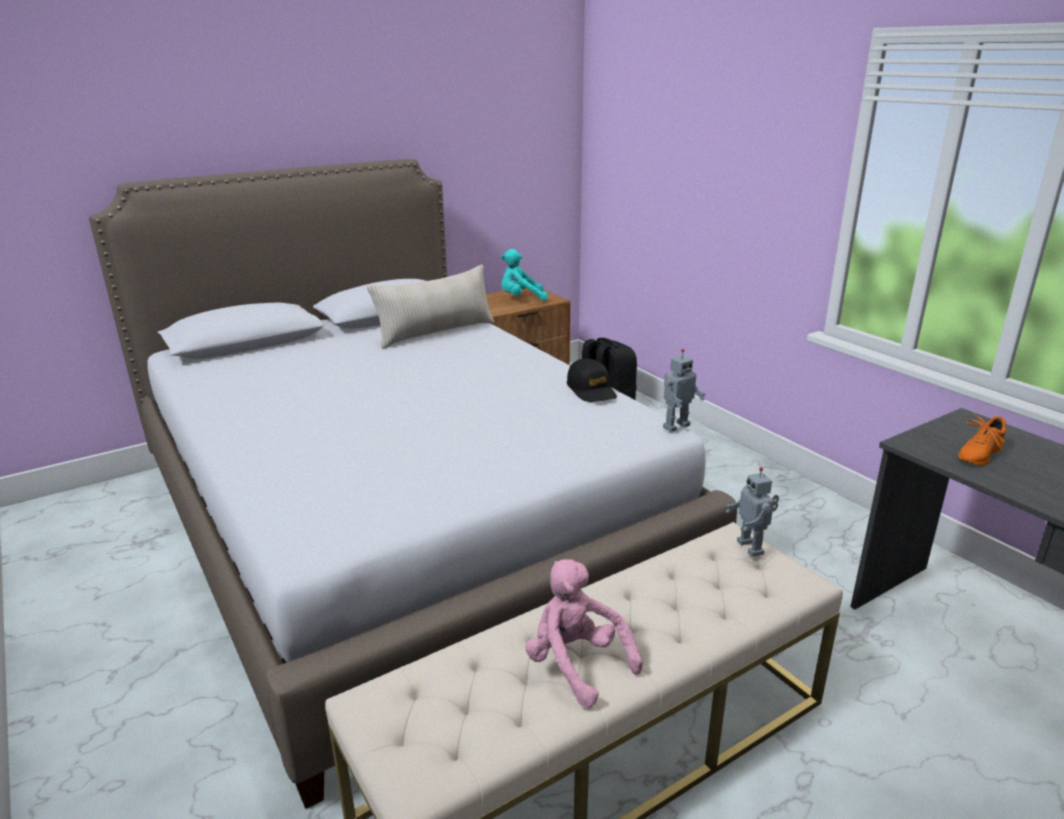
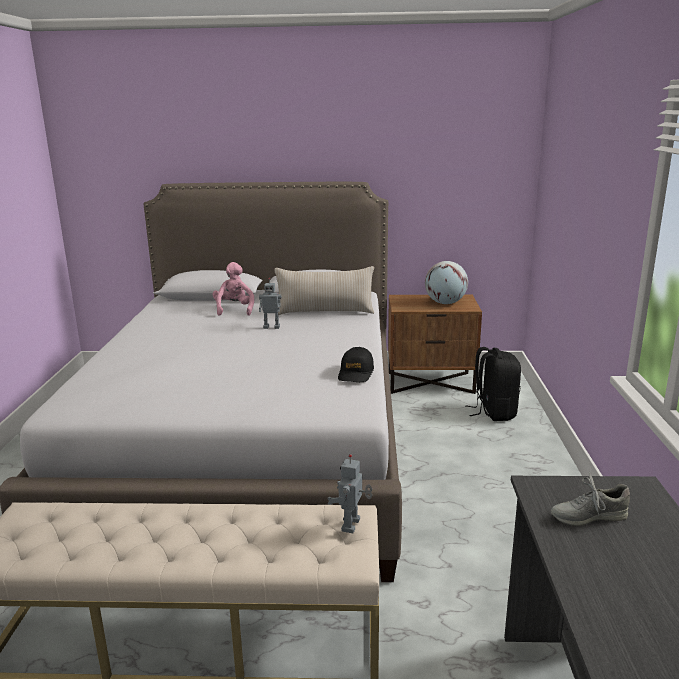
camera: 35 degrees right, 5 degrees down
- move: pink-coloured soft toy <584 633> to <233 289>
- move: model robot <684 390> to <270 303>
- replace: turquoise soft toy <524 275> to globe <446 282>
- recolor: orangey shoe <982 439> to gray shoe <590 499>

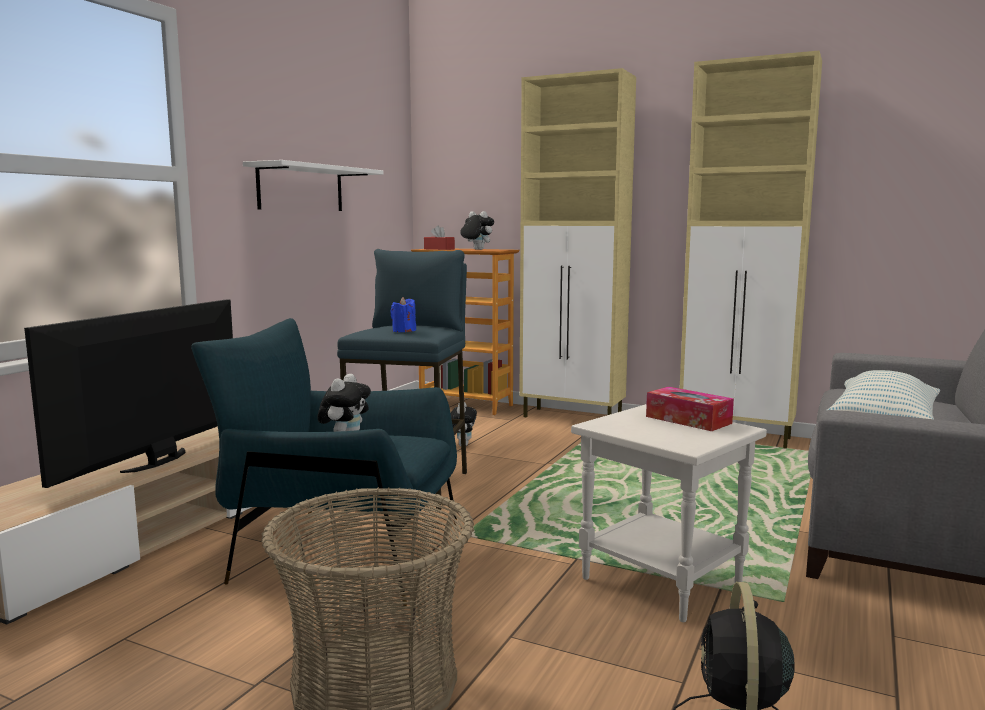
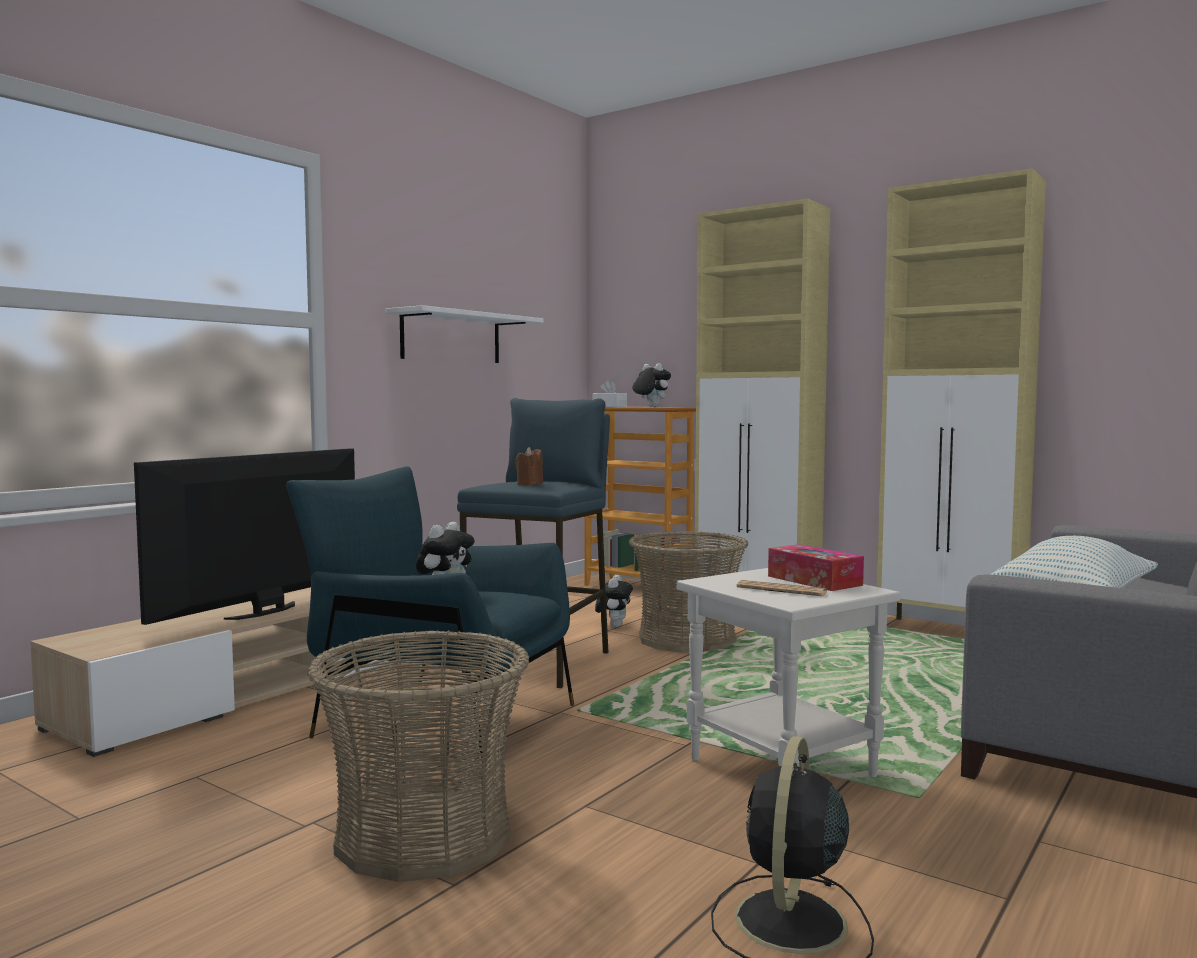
camera: 10 degrees right, 5 degrees down
- recolor: bluish wax candle <403 314> to brown wax candle <529 466>
- recolor: reddish tissue box <439 237> to white tissue box <610 393>
- insert: household basket <688 592>
- insert: newspaper <782 588>

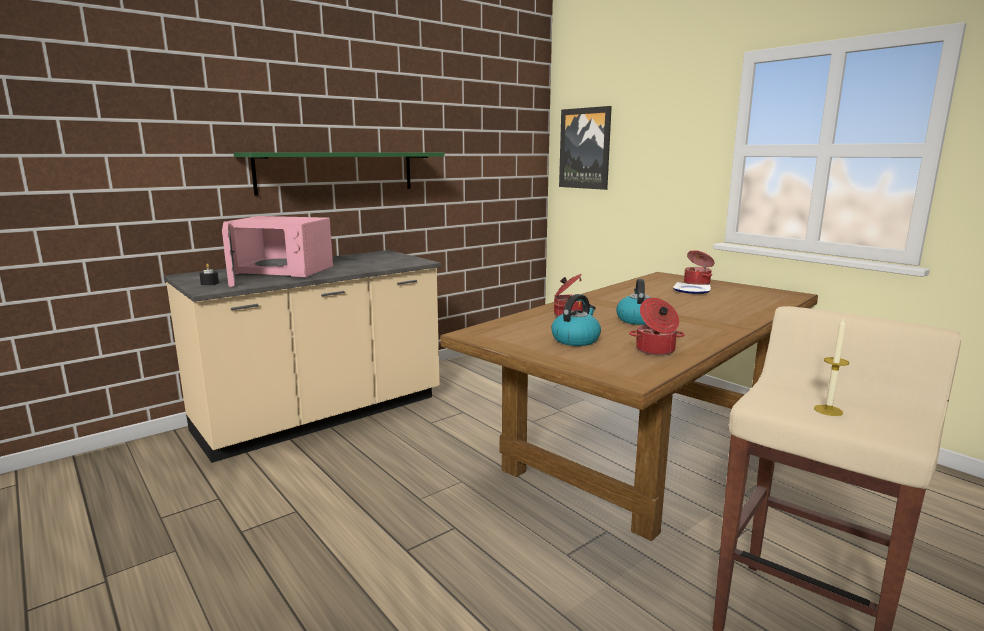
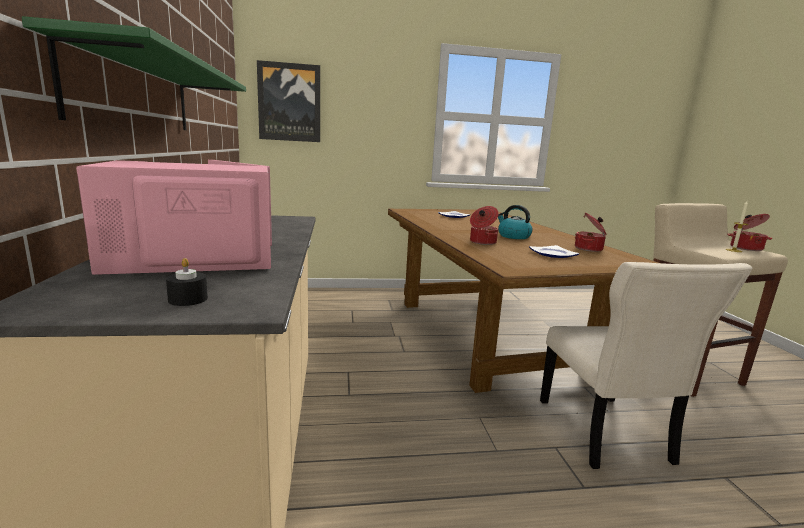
camera: 60 degrees left, 0 degrees up
- rotate: pink-coloured kitchen microwave <277 251> = <174 217> 150 degrees counterclockwise
- replace: tea kettle <576 320> to plate <554 251>
- insert: sand-coloured chair <646 365>
- move: cooking pot <699 267> to <749 232>

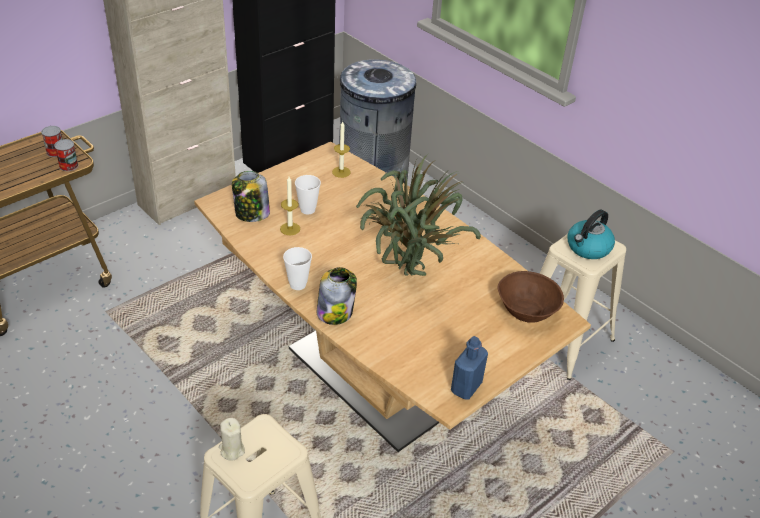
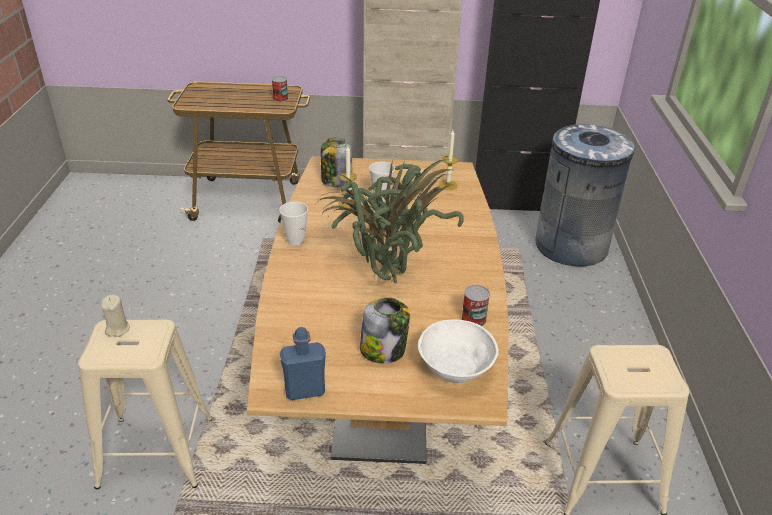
camera: 45 degrees right, 5 degrees down
- move: jar <337 296> to <385 330>
- recolor: brown serving bowl <531 297> to white serving bowl <458 351>
- move: metal can <66 155> to <475 305>
- delete: tea kettle <591 234>

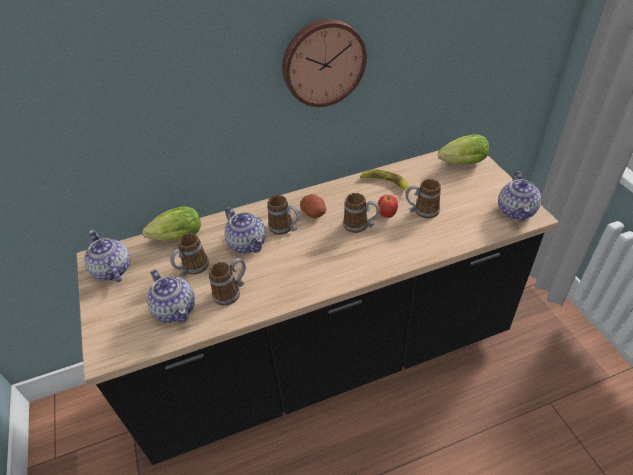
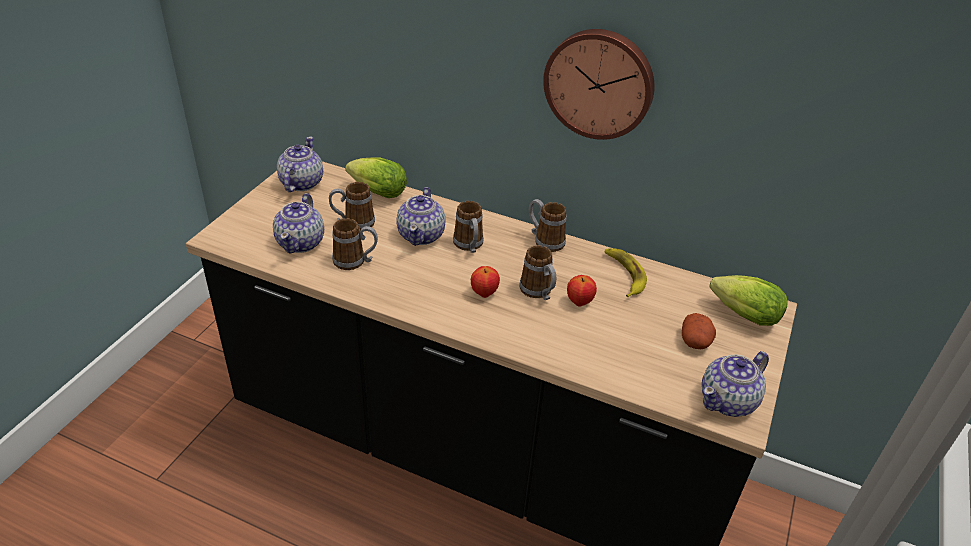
camera: 40 degrees right, 5 degrees down
- insert: apple fruit <485 282>
- move: coffee mug <423 199> to <548 225>
- move: whole potato <313 206> to <699 331>

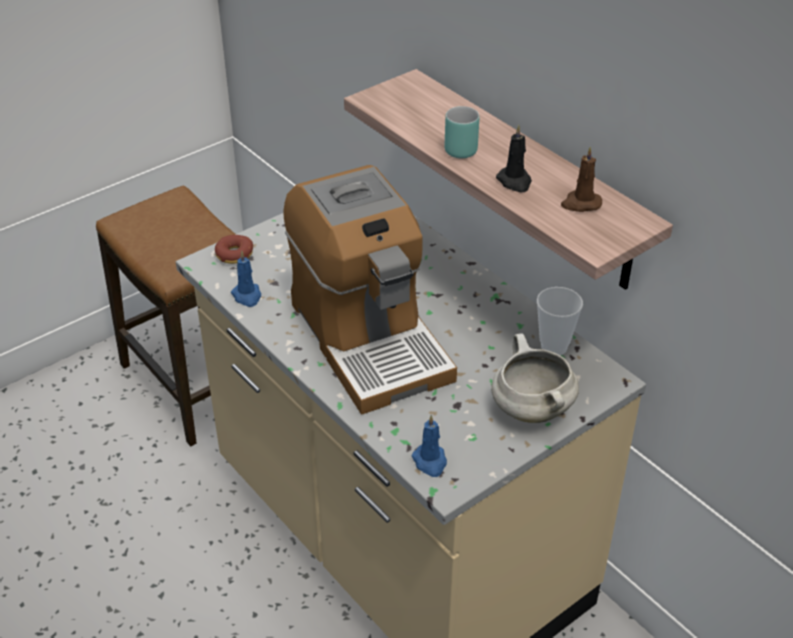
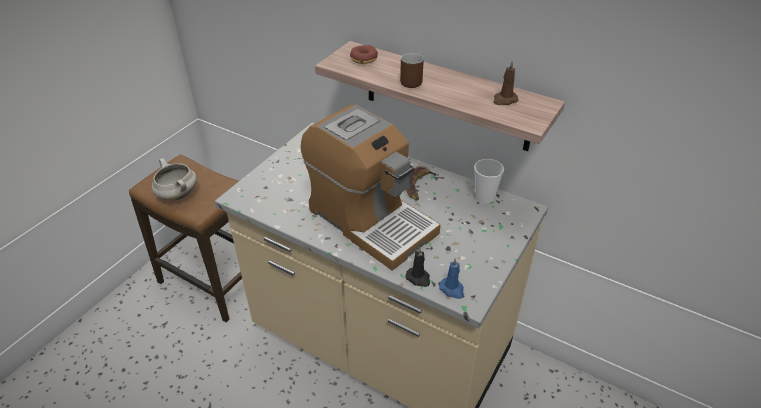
camera: 20 degrees left, 0 degrees up
- move: white cooking pot <535 378> to <174 179>
- move: ring doughnut <234 249> to <364 54>
- recolor: turquoise coffee mug <461 132> to brown coffee mug <412 70>
- move: black-coloured wax candle <514 159> to <417 267>
- insert: banana <422 183>
- delete: bluish wax candle <246 279>

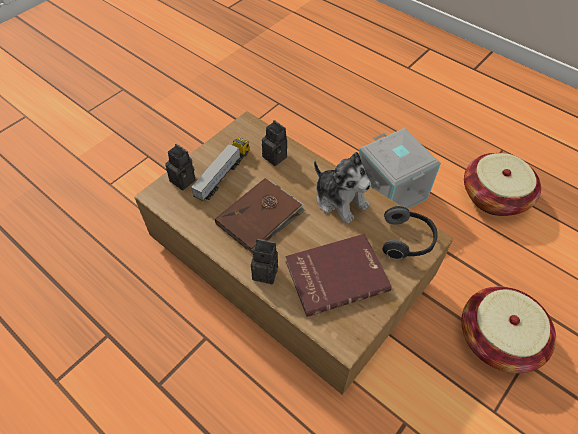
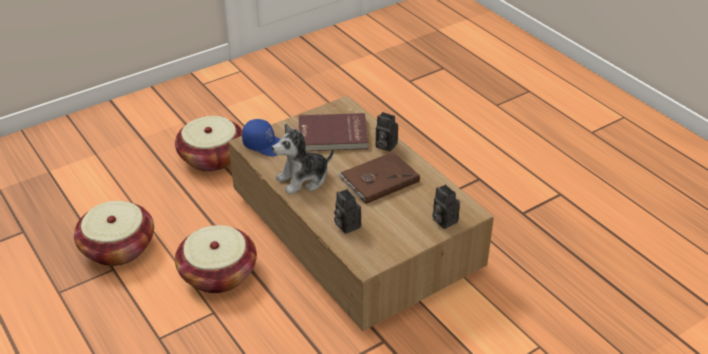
camera: 165 degrees left, 15 degrees down
- replace: gray storage bin <400 168> to household basket <216 259>
- replace: headset <410 232> to bluish baseball cap <261 137>
- rotate: soft toy <342 188> = <303 158> 90 degrees counterclockwise
- delete: model truck <220 169>

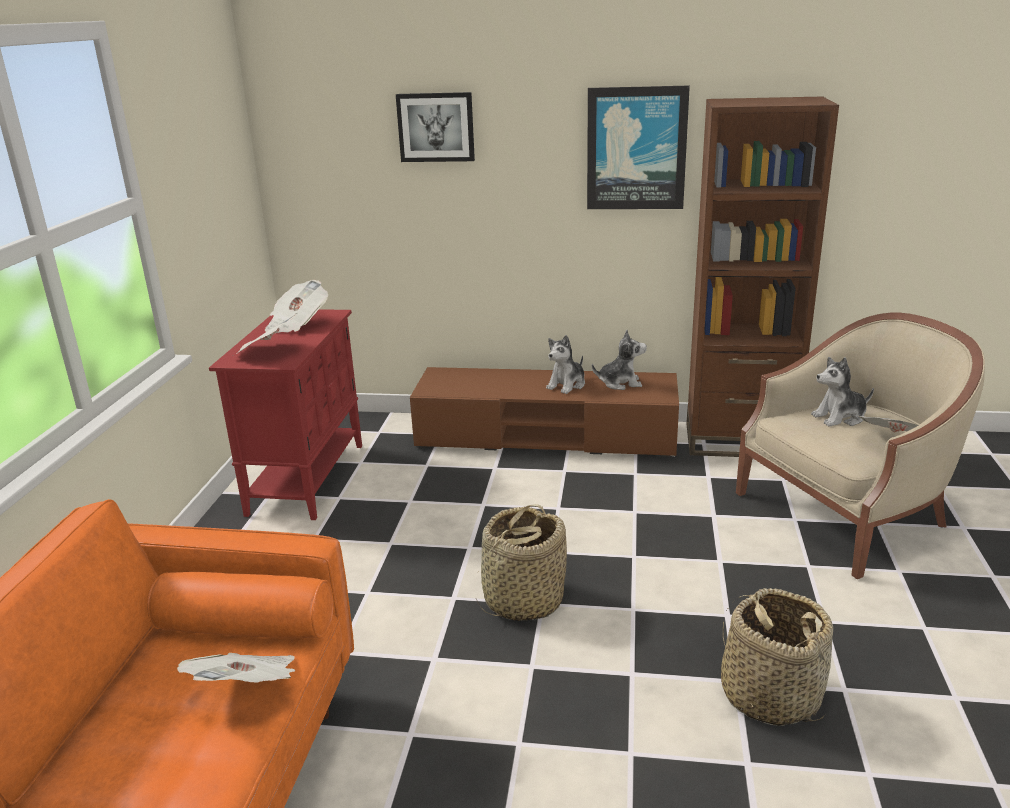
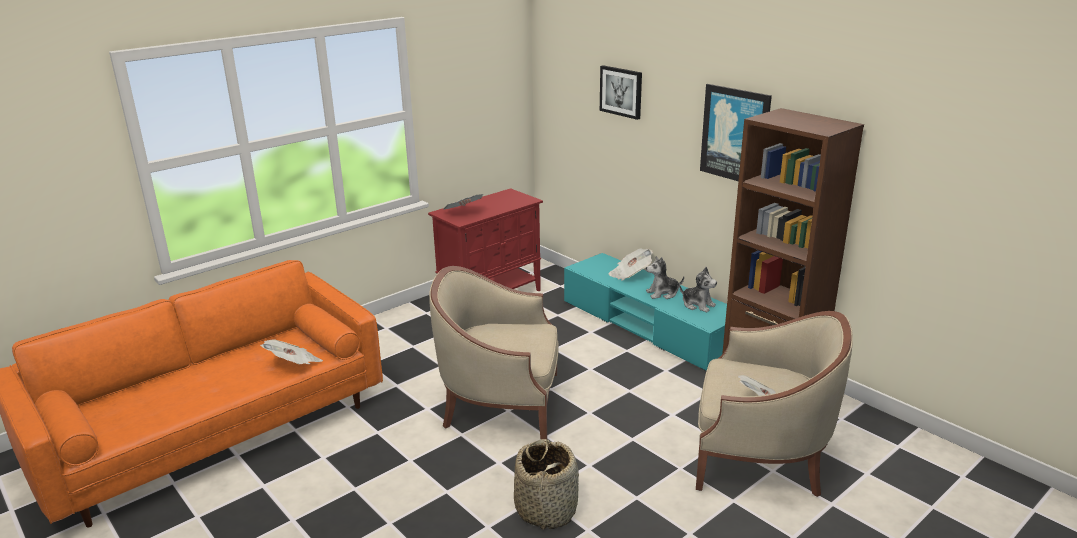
camera: 40 degrees right, 0 degrees up
- replace: household basket <521 562> to sand-coloured armchair <494 354>
- recolor: brown tv unit <544 412> to turquoise tv unit <645 312>
- move: newspaper <296 306> to <631 264>
- delete: soft toy <842 392>

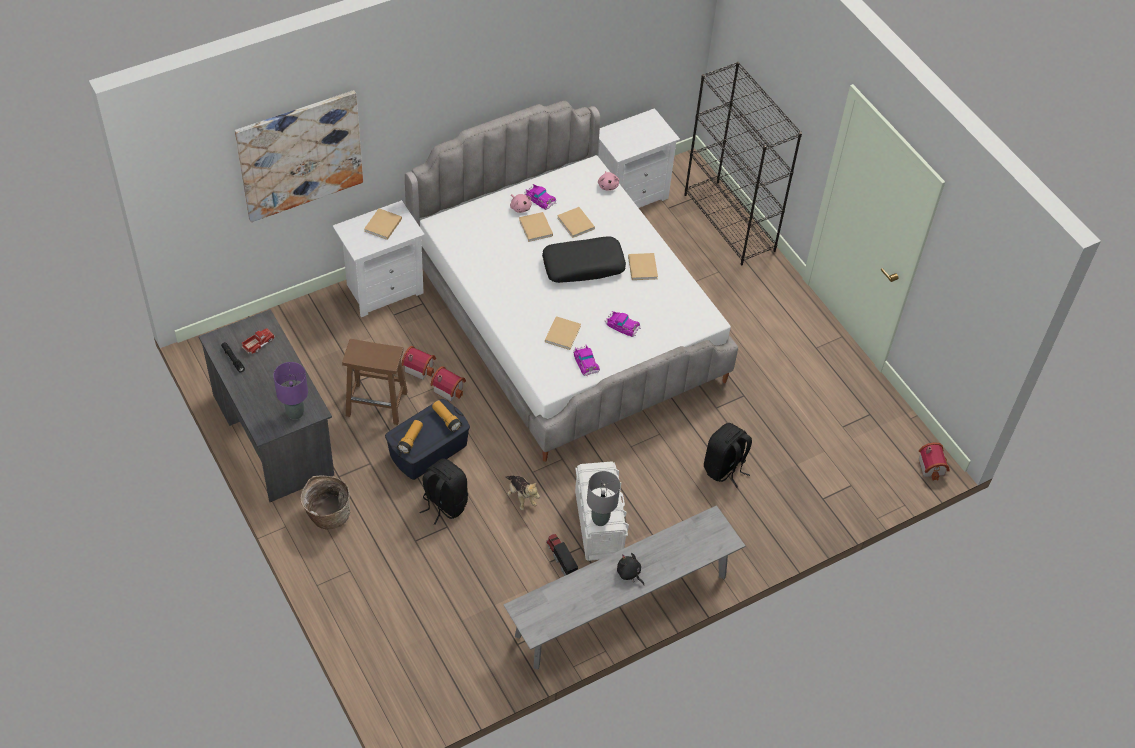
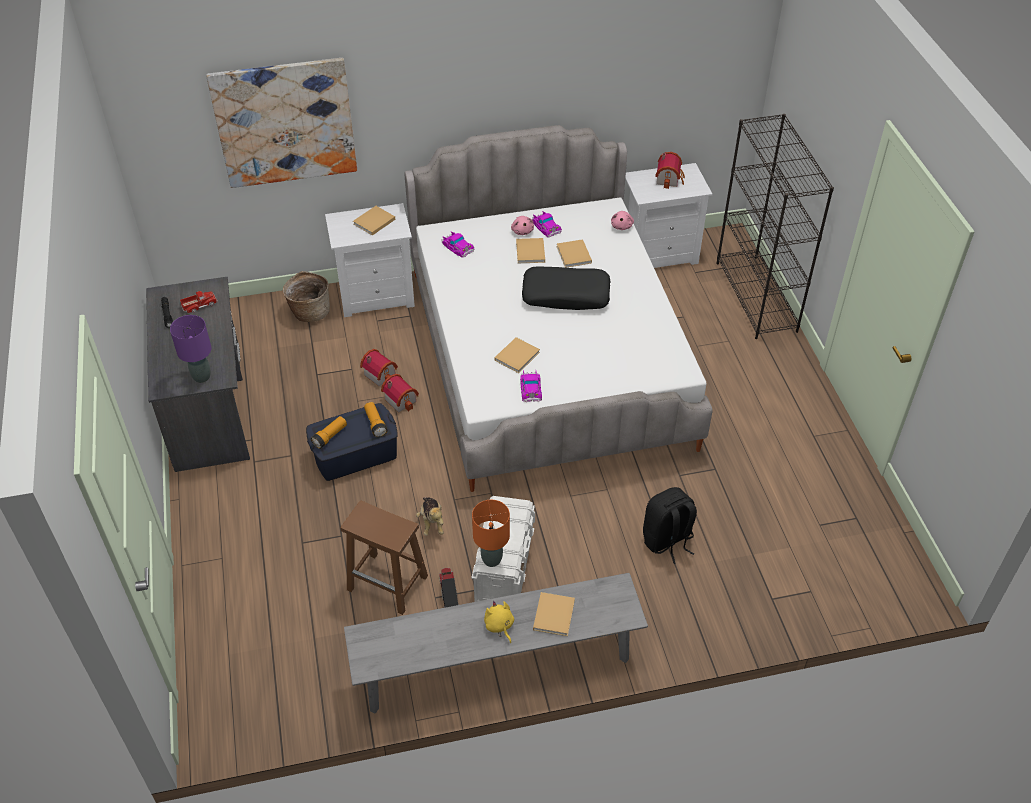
camera: 20 degrees right, 5 degrees down
- move: household basket <325 502> to <306 296>
- move: brown sitting stool <375 382> to <384 558>
- move: miniature car <623 324> to <457 245>
- recolor: gray table lamp <603 498> to orangey table lamp <491 533>
- recolor: black-coloured soft toy <630 569> to yellow-coloured soft toy <499 622>
- move: sand-coloured book <643 266> to <554 614>
- move: toy house <934 461> to <670 170>
- delete: black-coloured backpack <443 492>

